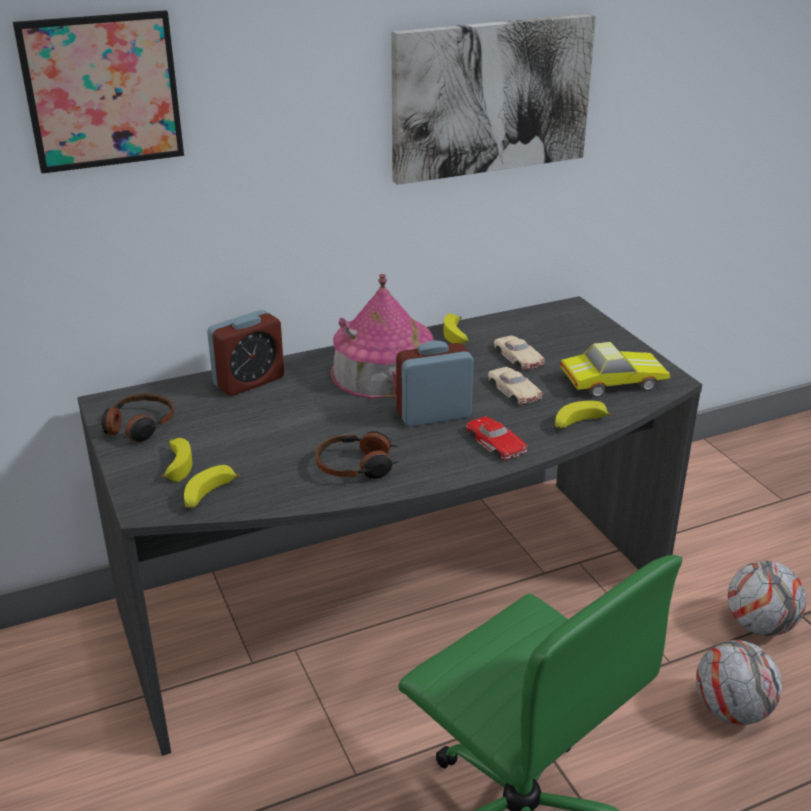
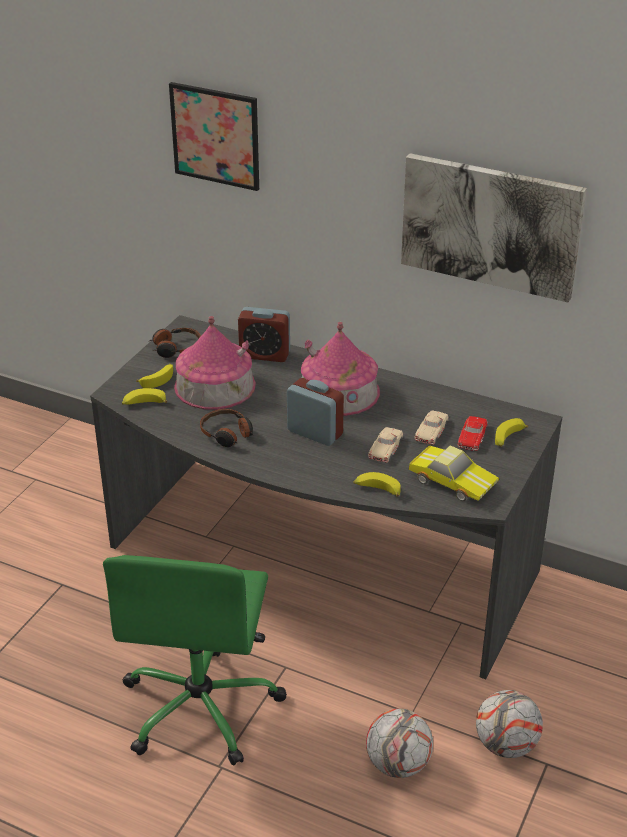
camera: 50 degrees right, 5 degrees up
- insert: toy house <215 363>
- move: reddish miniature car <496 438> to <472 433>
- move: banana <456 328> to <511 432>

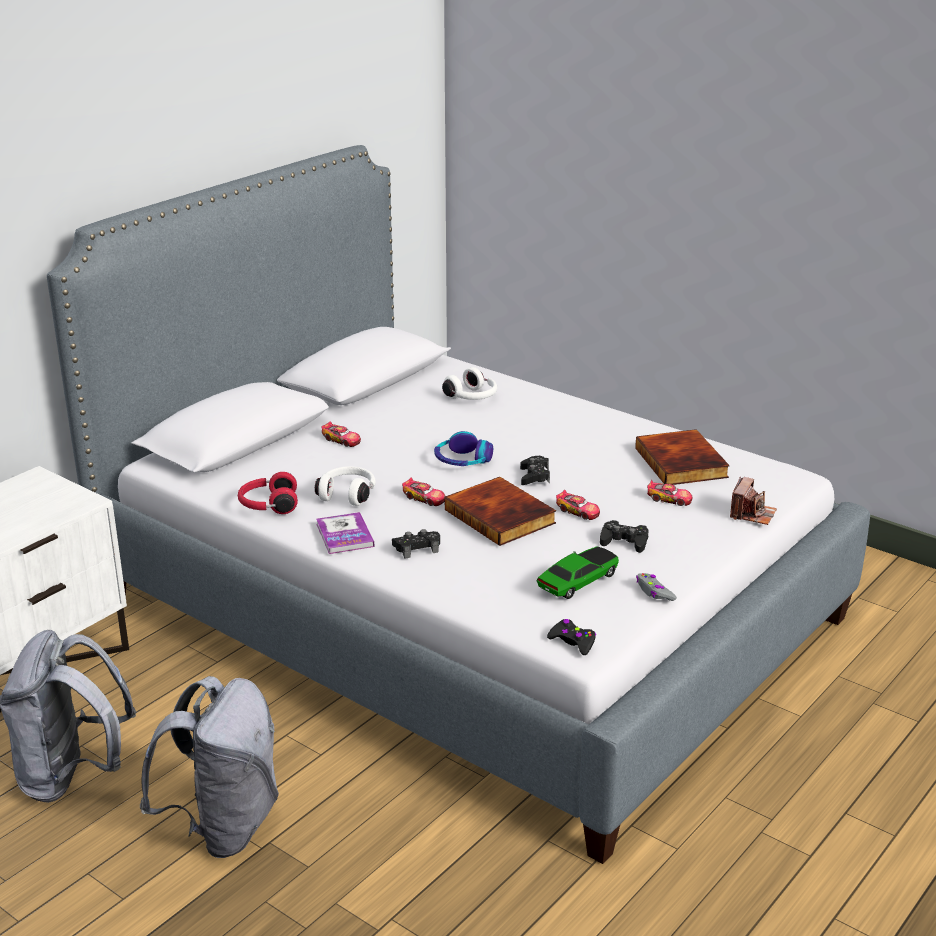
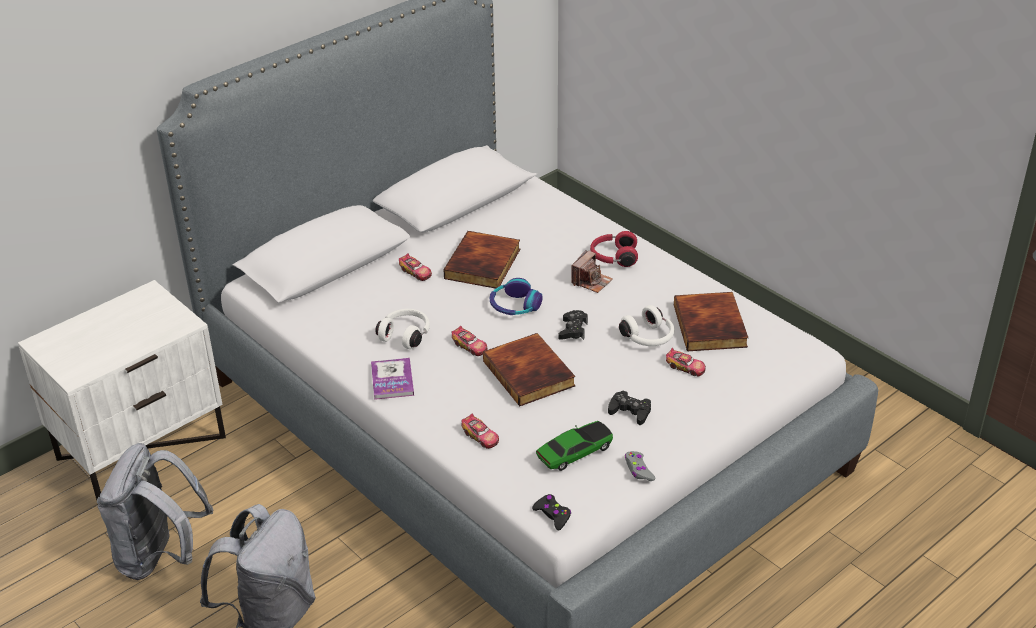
camera: 10 degrees right, 10 degrees up
- insert: book <481 260>
- move: miniature car <578 505> to <480 431>
- move: photo camera <753 500> to <592 271>
- move: reddish headset <268 493> to <614 249>
- move: white headset <469 383> to <646 325>
- delete: black-coloured game controller <416 544>

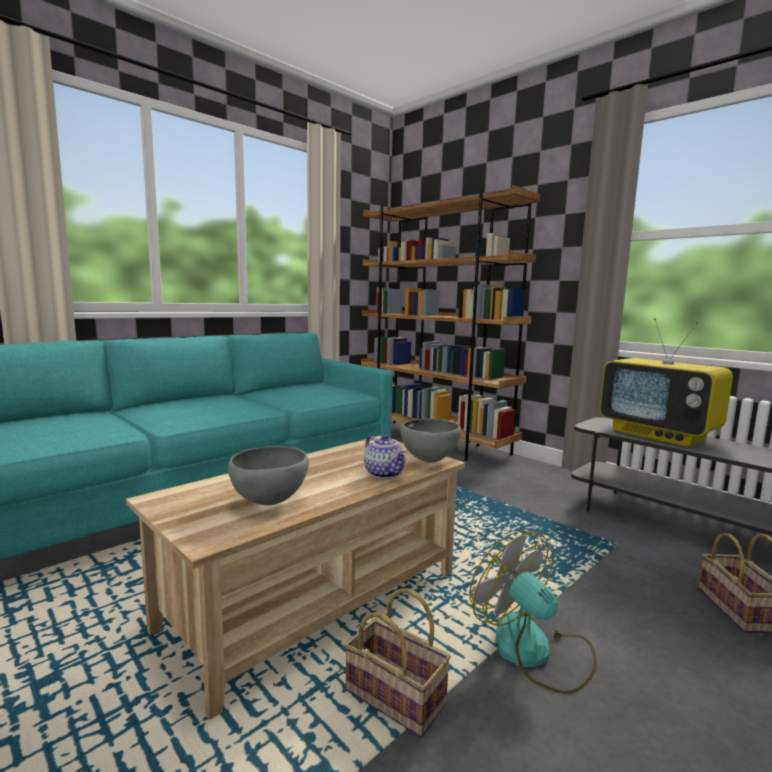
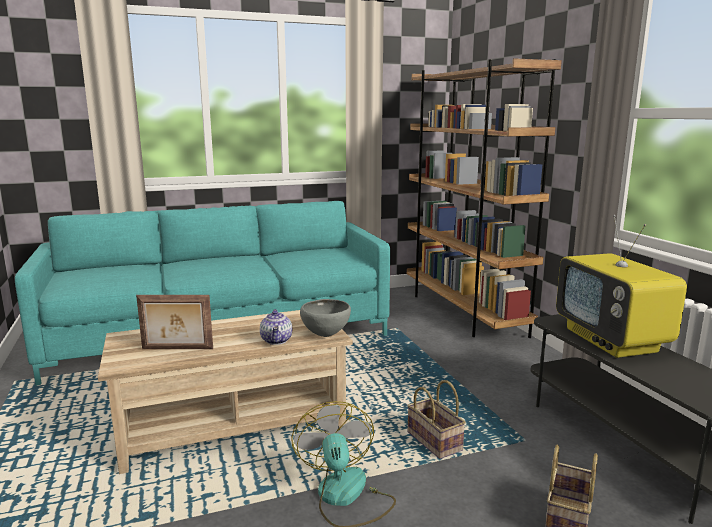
camera: 25 degrees right, 5 degrees up
- replace: gray serving bowl <268 475> to photo frame <174 322>
- move: household basket <398 663> to <436 419>

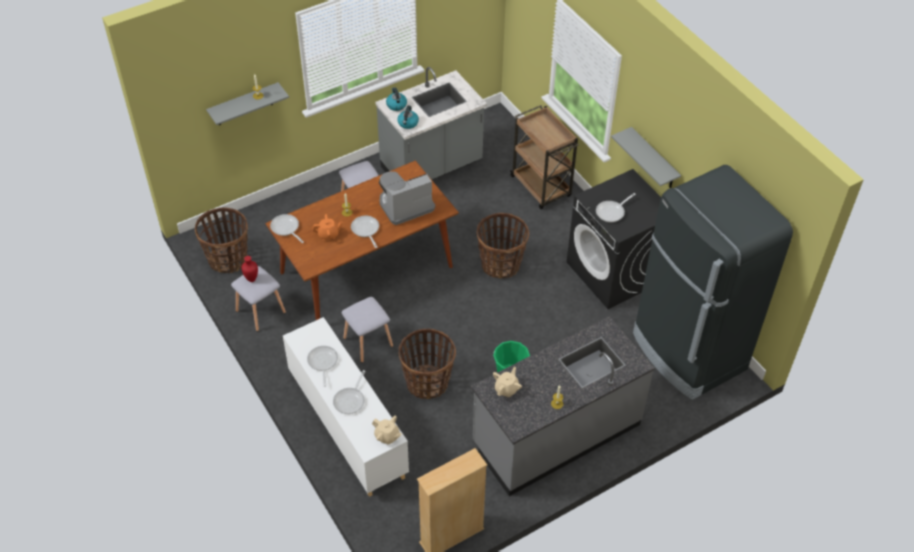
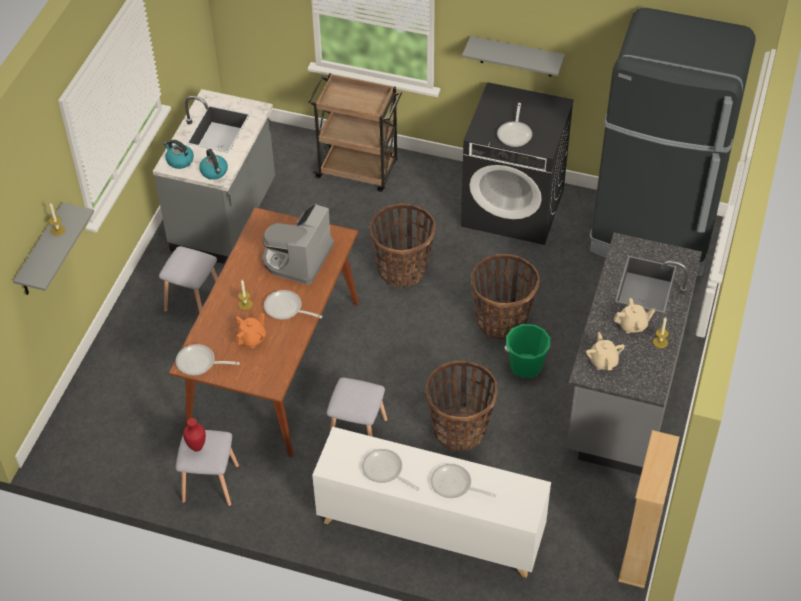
camera: 40 degrees left, 0 degrees up
- rotate: skillet <349 392> = <463 481> 135 degrees clockwise
- move: household basket <221 240> to <505 297>
- move: sand-coloured teapot <387 430> to <635 315>

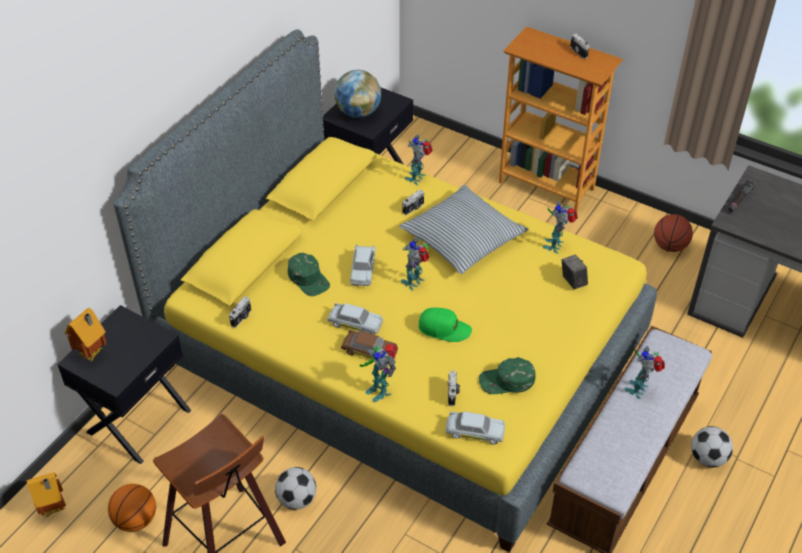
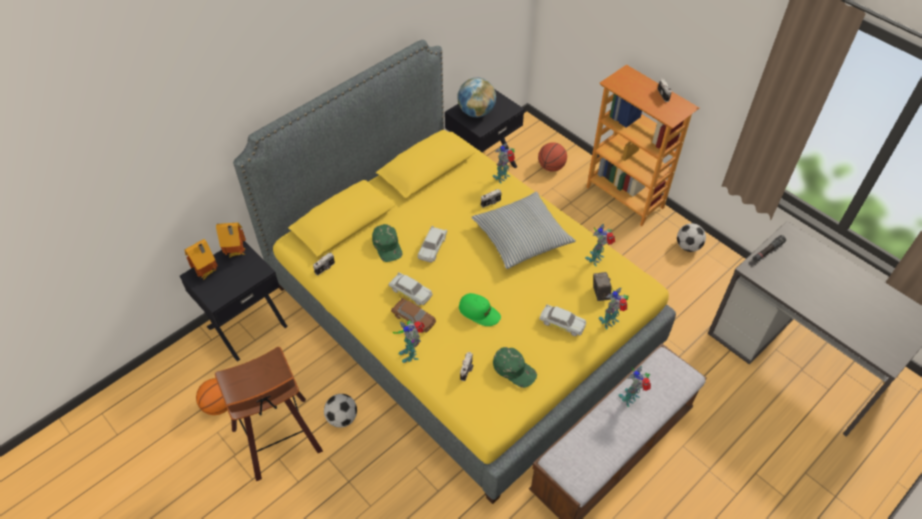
camera: 15 degrees right, 5 degrees up
- move: toy house <46 495> to <231 240>
- rotate: greenish baseball cap <507 375> = <515 367> 150 degrees counterclockwise
- move: ball for basketball <673 233> to <552 156>
- move: white miniature car <475 427> to <562 320>
- move: model robot <415 264> to <613 308>
- move: football <712 446> to <691 237>

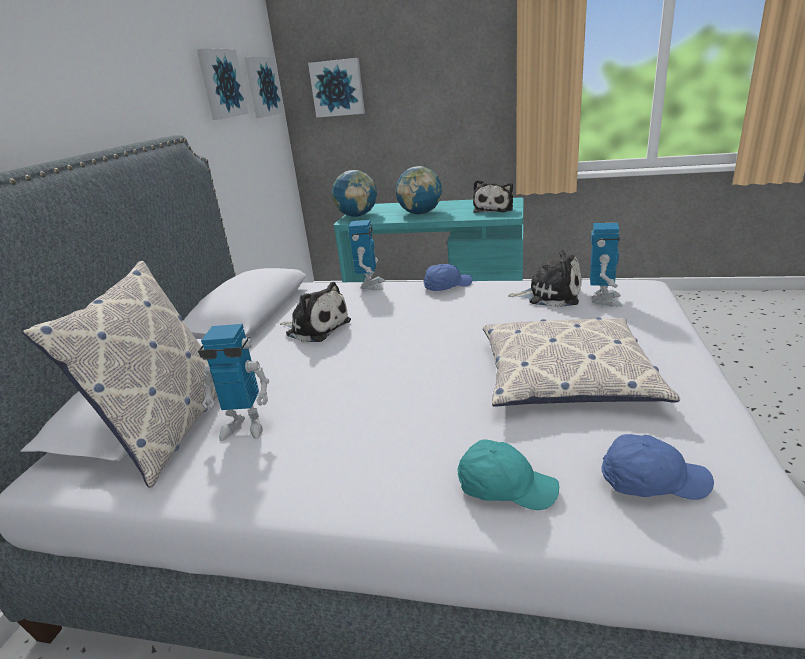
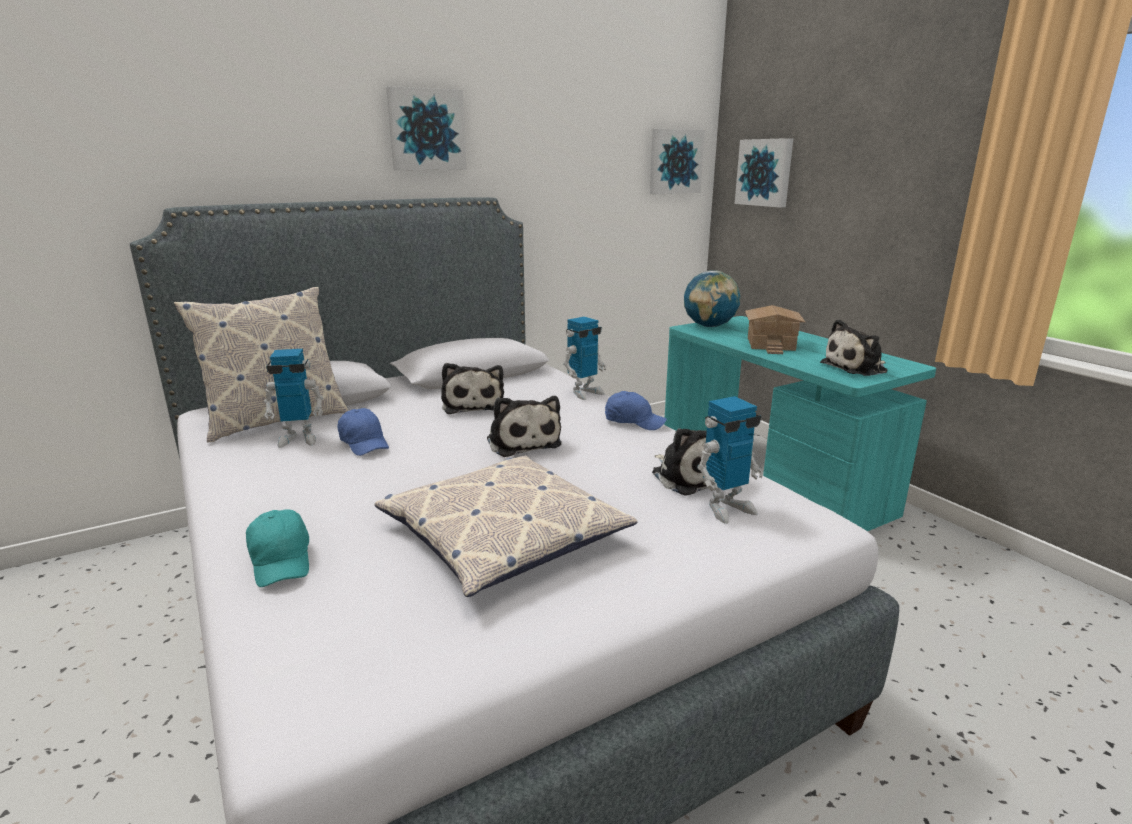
camera: 45 degrees right, 5 degrees down
- rotate: model robot <233 382> = <294 398> 60 degrees counterclockwise
- move: bluish baseball cap <657 467> to <363 432>
- move: wall art <223 84> to <426 128>
- insert: soft toy <524 426>
- replace: globe <419 190> to toy house <775 329>

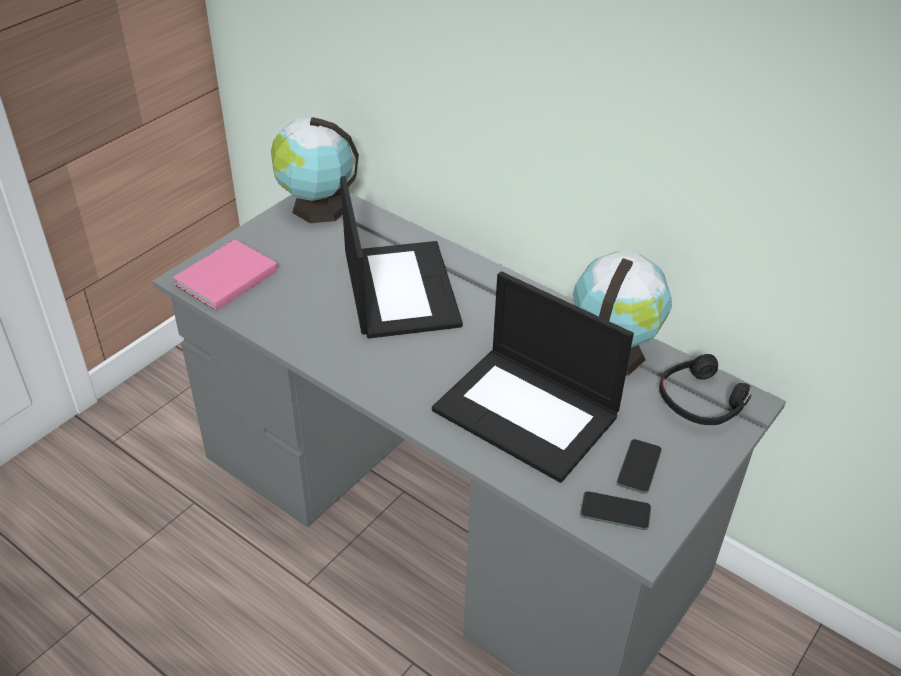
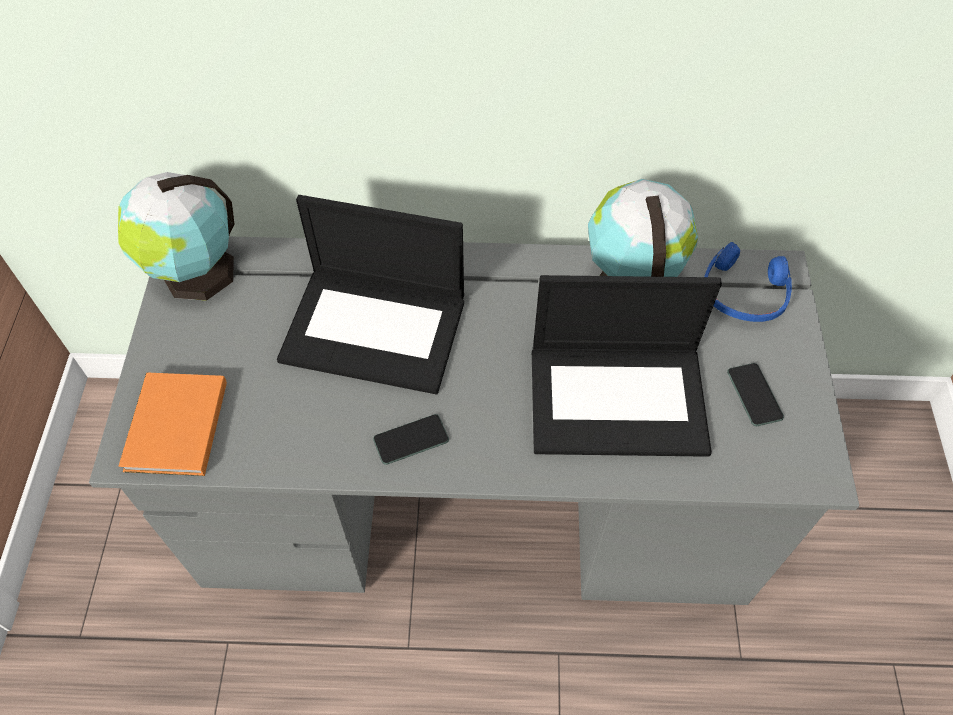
camera: 35 degrees left, 15 degrees up
- recolor: pink-coloured book <225 275> to orangey book <173 424>
- rotate: portable computer <401 257> = <370 294> 150 degrees clockwise
- move: phone <615 510> to <411 439>
- recolor: black-coloured headset <705 389> to bluish headset <748 282>

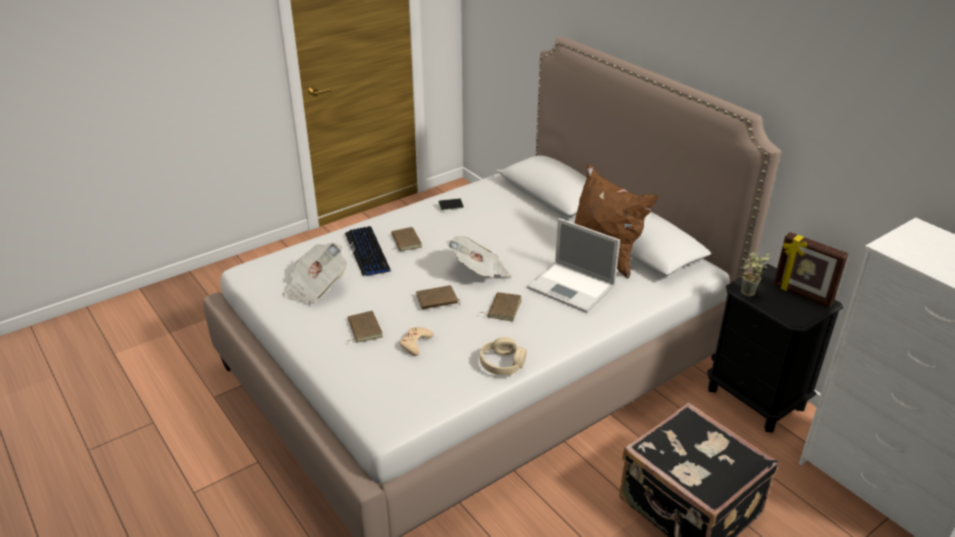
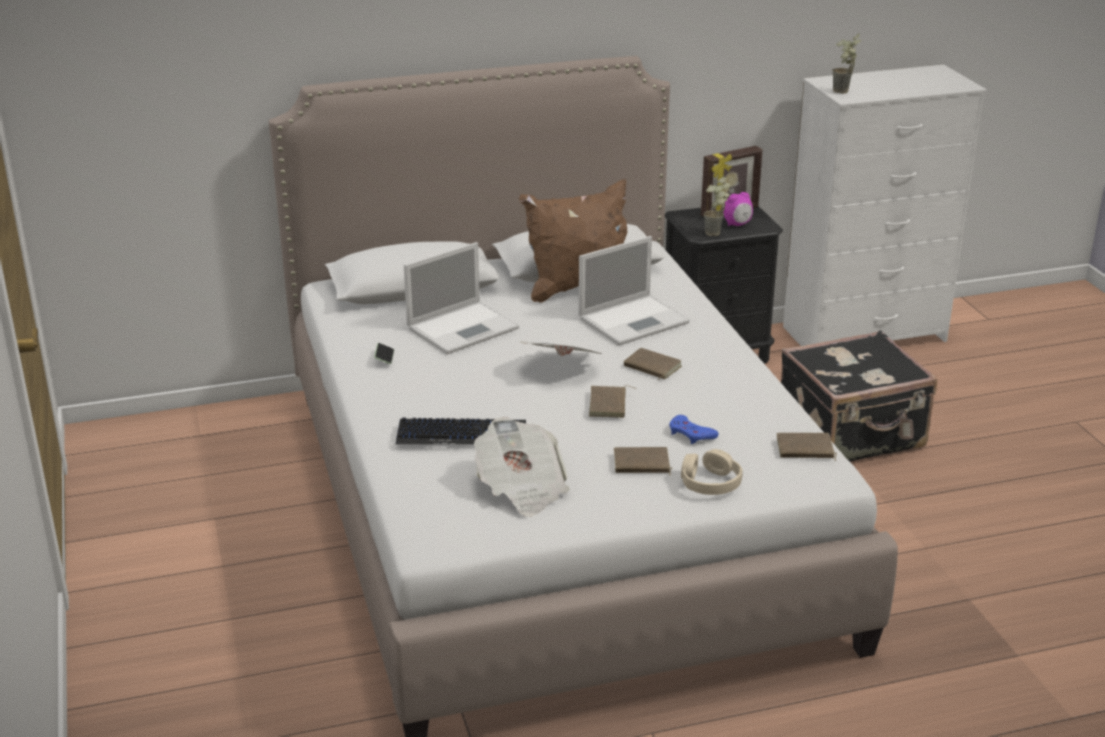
camera: 70 degrees left, 5 degrees down
- insert: portable computer <461 298>
- recolor: sand-coloured game controller <417 341> to bluish game controller <694 429>
- move: sand-coloured headset <503 356> to <711 472>
- insert: bedside clock <738 209>
- move: brown book <406 239> to <806 447>
- insert: plant in a pot <846 63>

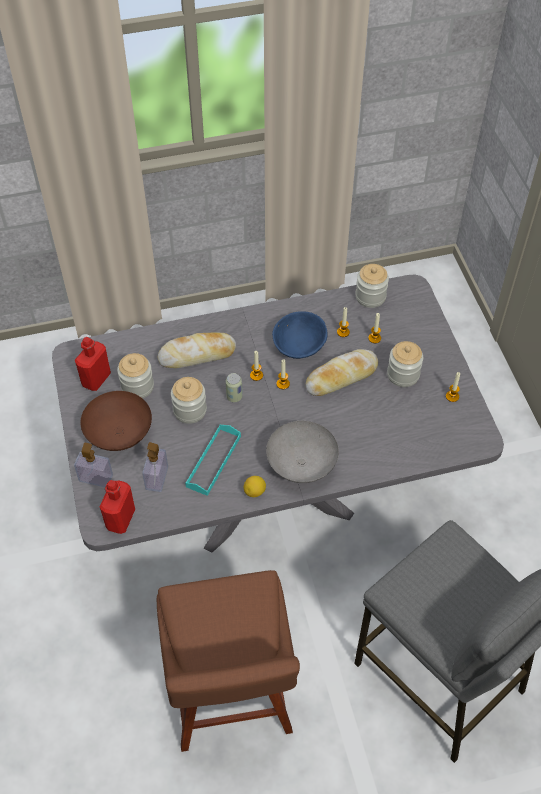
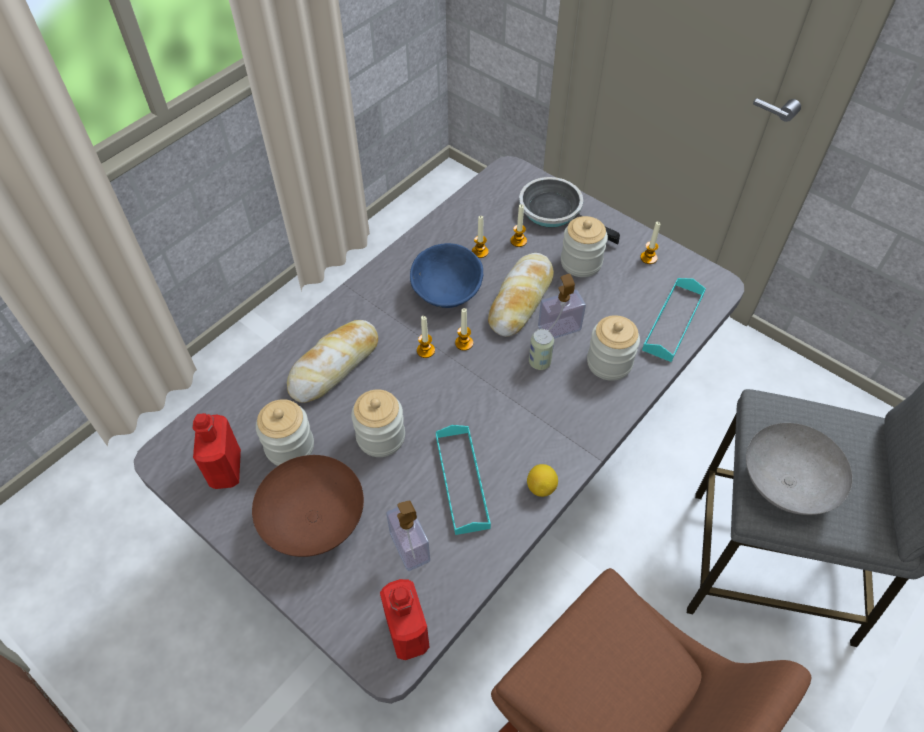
camera: 35 degrees left, 0 degrees up
- insert: skillet <569 211>
- move: metal can <234 387> to <541 349>
- move: liquid soap bottle <93 465> to <562 306>
- move: jar <372 286> to <613 348>
- insert: turquoise carrying tray <674 320>
- move: gray serving bowl <302 452> to <799 469>

